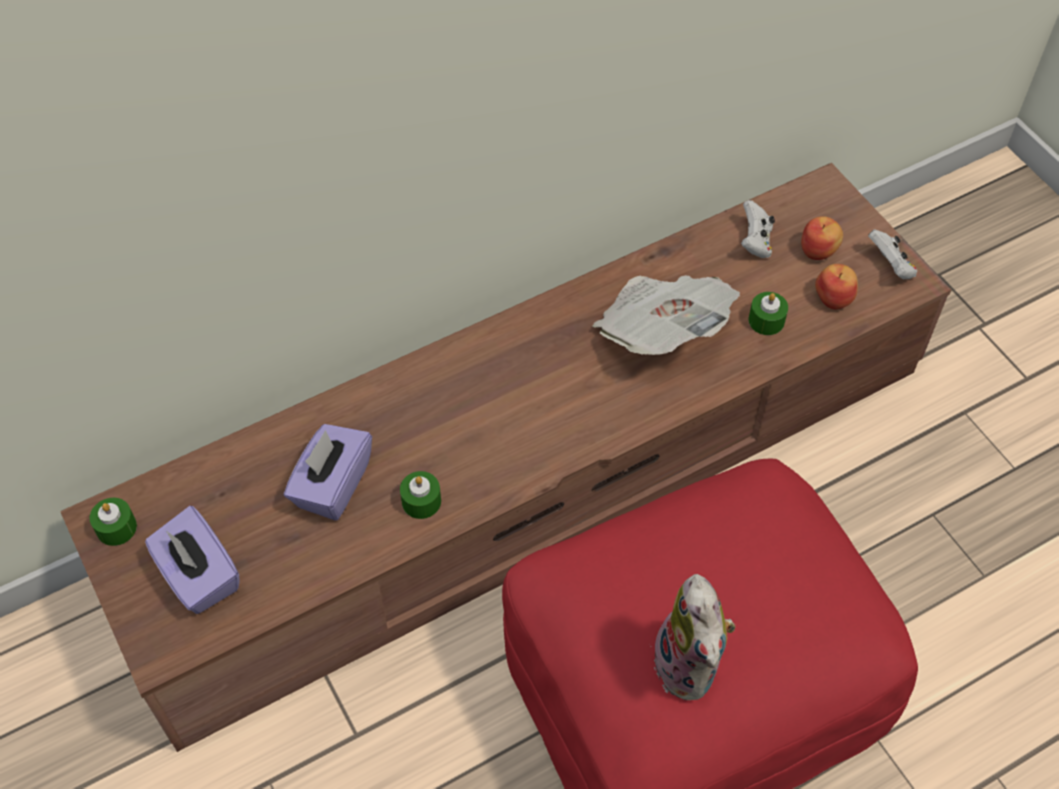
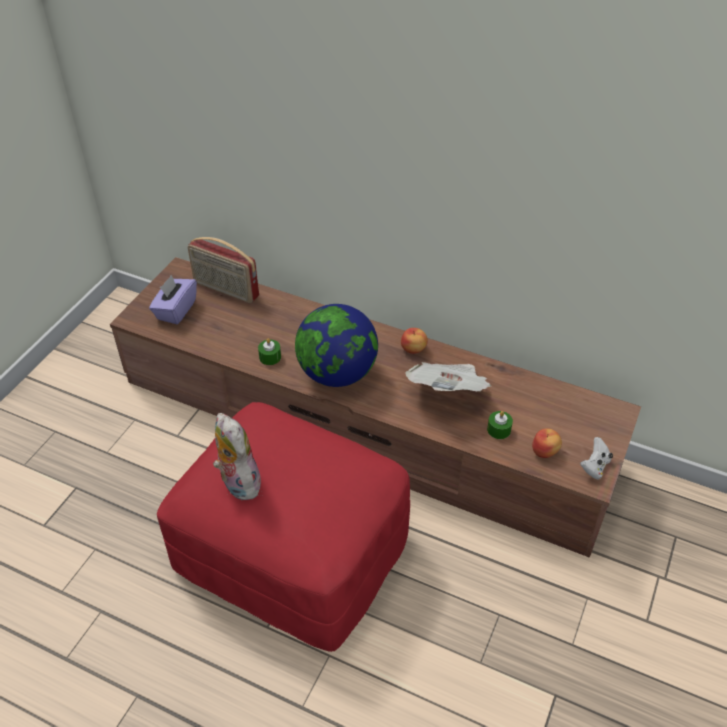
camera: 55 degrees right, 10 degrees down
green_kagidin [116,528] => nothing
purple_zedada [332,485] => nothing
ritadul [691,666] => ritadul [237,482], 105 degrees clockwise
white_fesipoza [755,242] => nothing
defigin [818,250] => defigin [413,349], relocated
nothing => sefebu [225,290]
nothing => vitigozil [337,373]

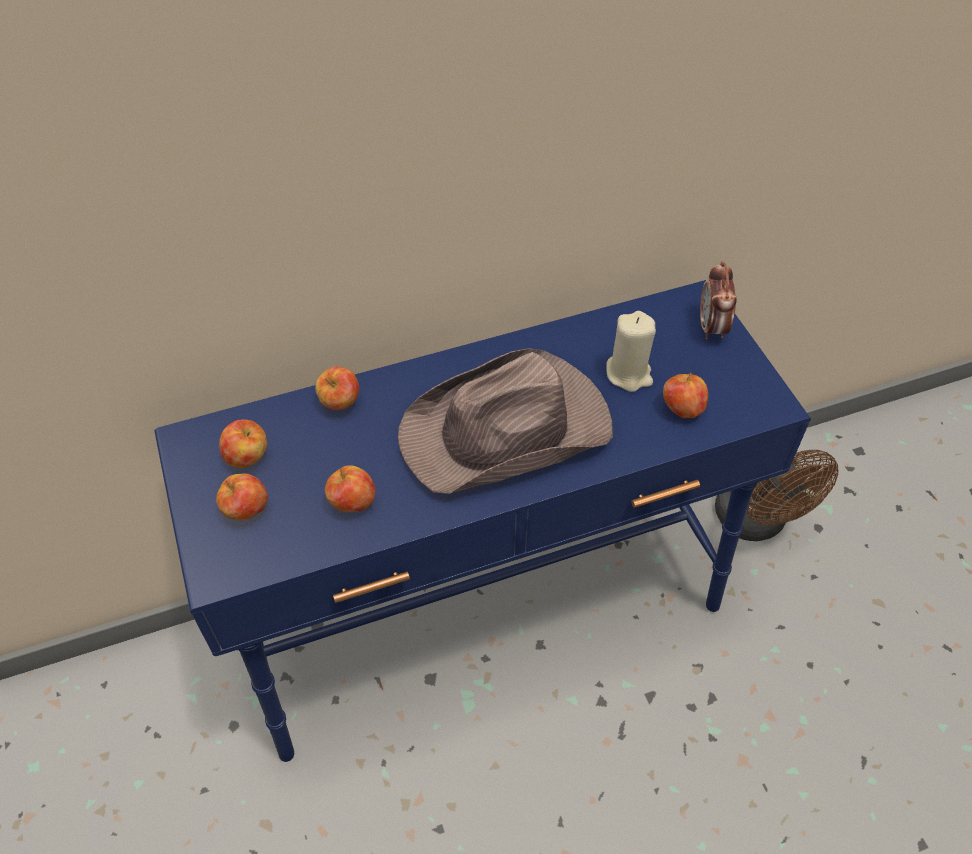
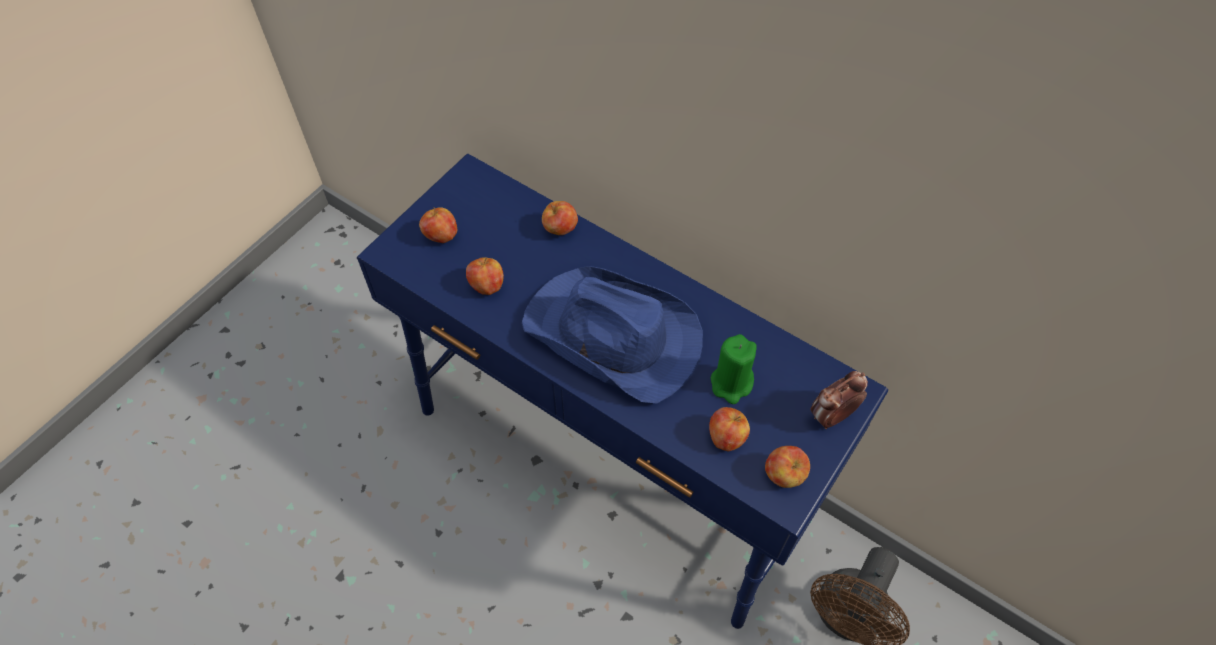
camera: 55 degrees right, 5 degrees up
defigin [247,457] => defigin [784,475], relocated
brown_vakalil [508,431] => blue_vakalil [613,337]
beige_kagidin [629,374] => green_kagidin [731,383]

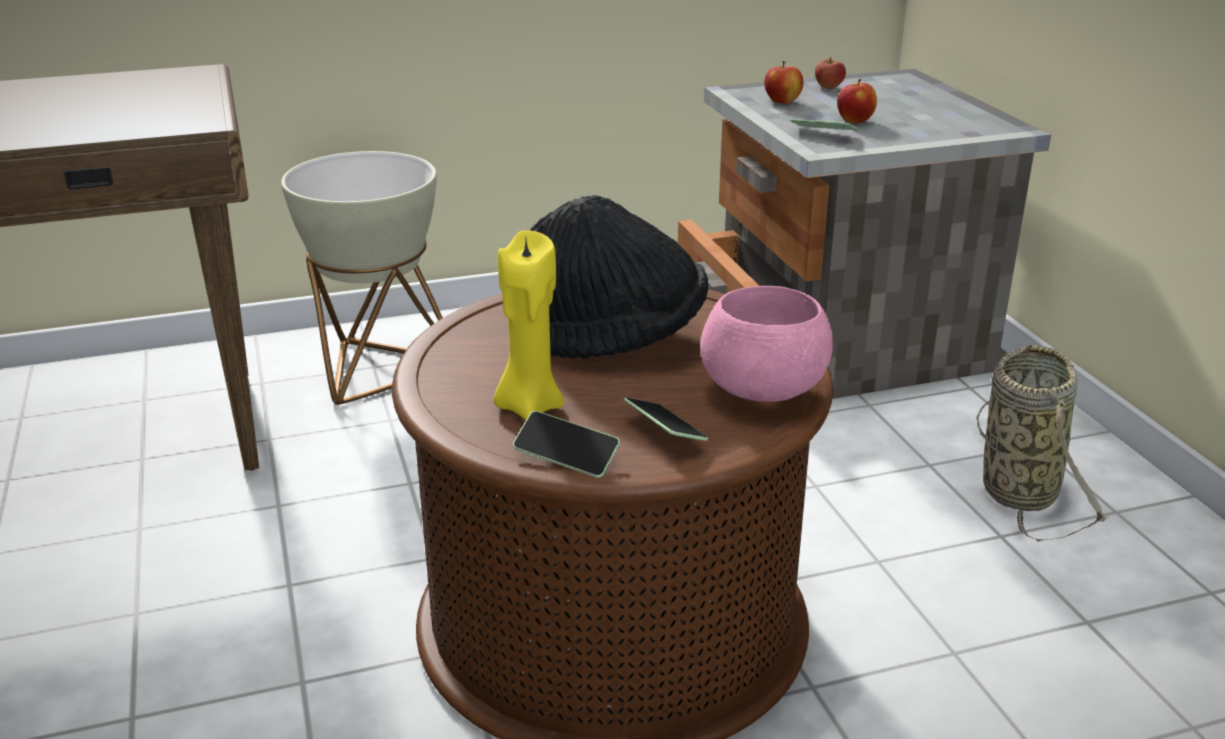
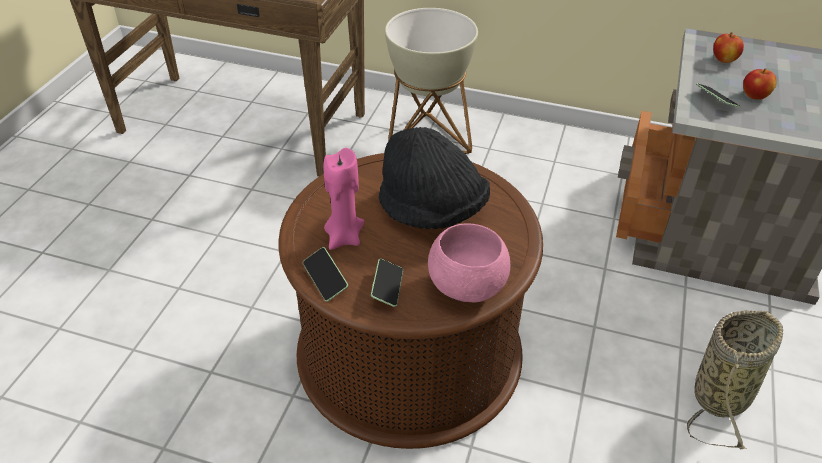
camera: 35 degrees right, 15 degrees up
yellow_kagidin [529,406] => pink_kagidin [344,237]
defigin [828,87] => nothing

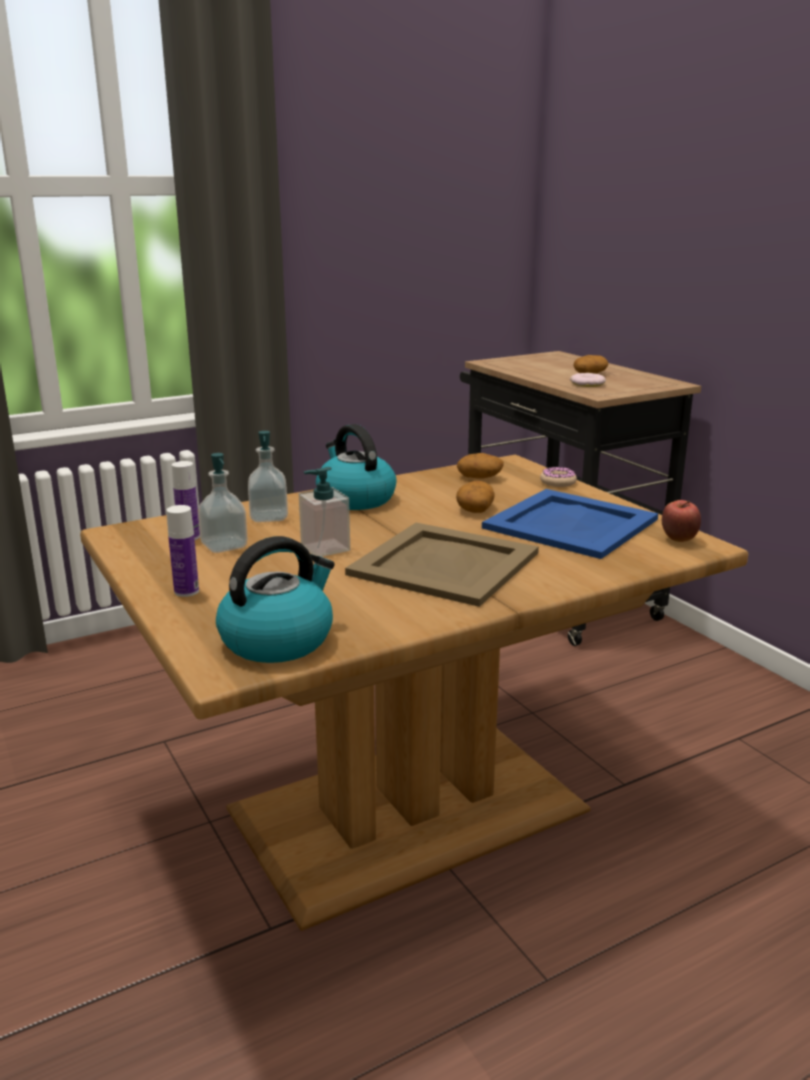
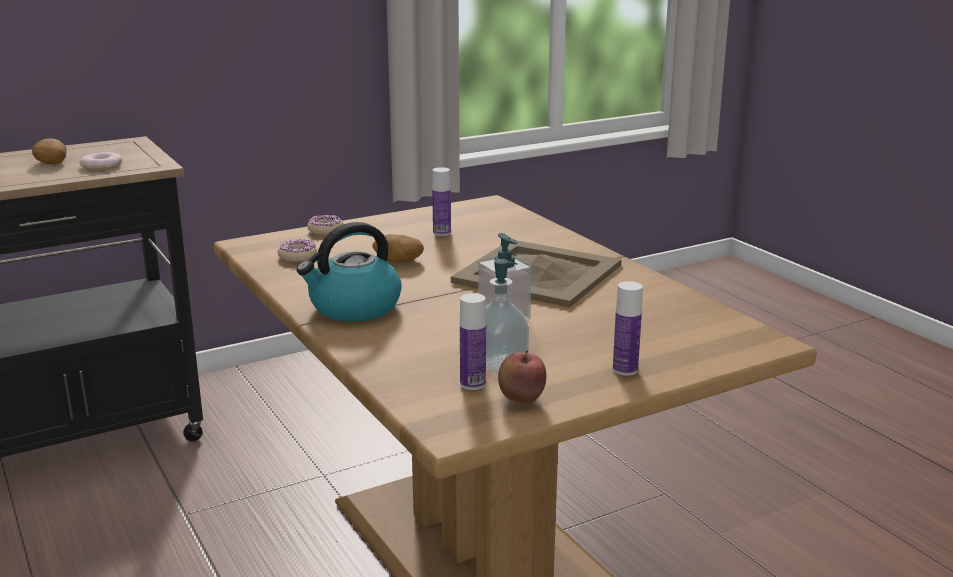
camera: 90 degrees left, 0 degrees up
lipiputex [278,640] => nothing
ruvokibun [269,517] => nothing
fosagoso [480,477] => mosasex [297,256]
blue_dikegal [569,524] => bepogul [442,233]
defigin [678,540] => defigin [521,401], relocated

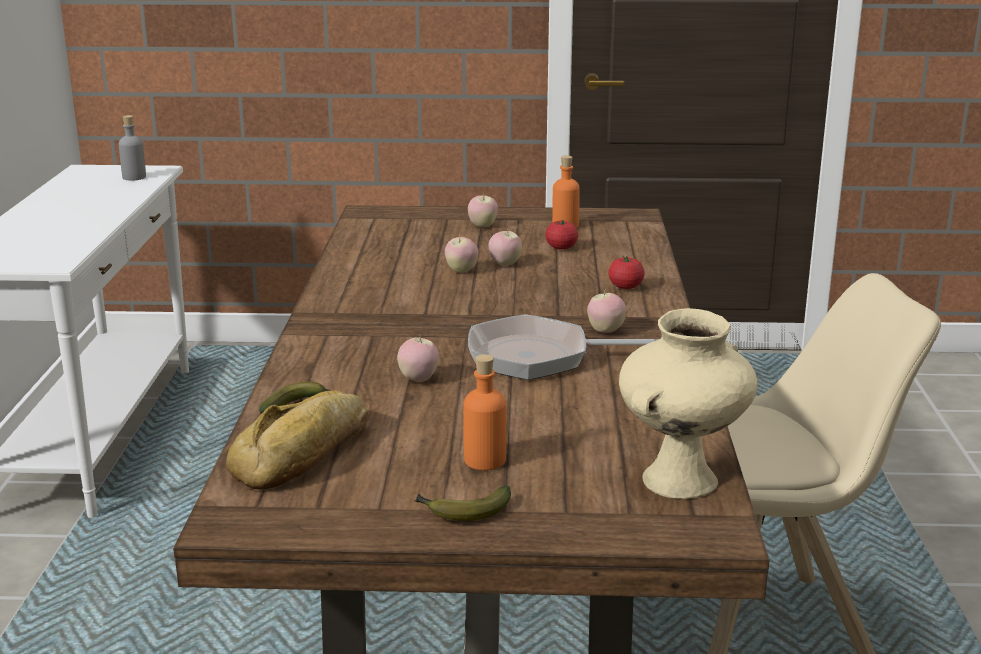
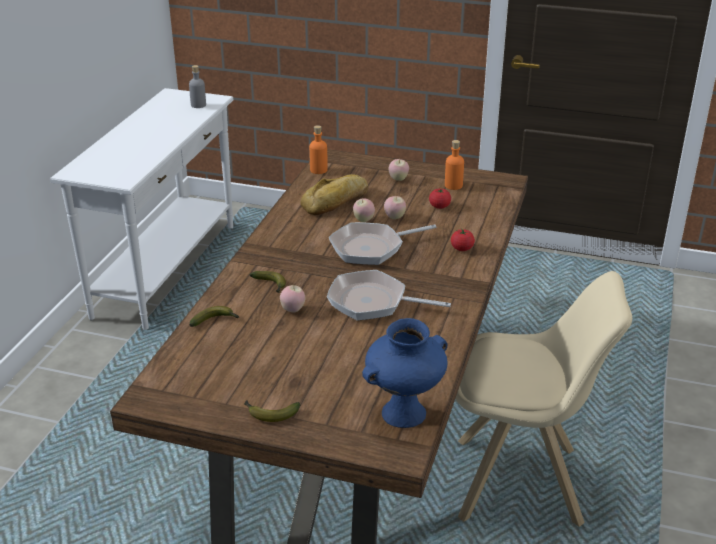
camera: 15 degrees right, 10 degrees up
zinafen [306,453] => zinafen [337,201], relocated
orange_bepogul [484,460] => orange_bepogul [318,170], relocated
defigin [605,331] => nothing
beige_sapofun [680,482] => blue_sapofun [403,414]
nothing => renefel [271,285]
nothing => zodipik [371,248]

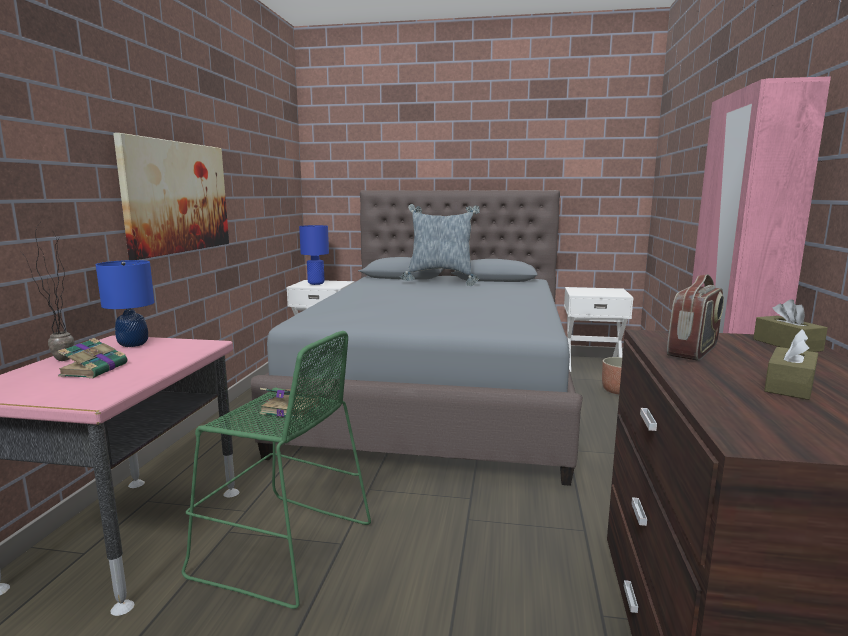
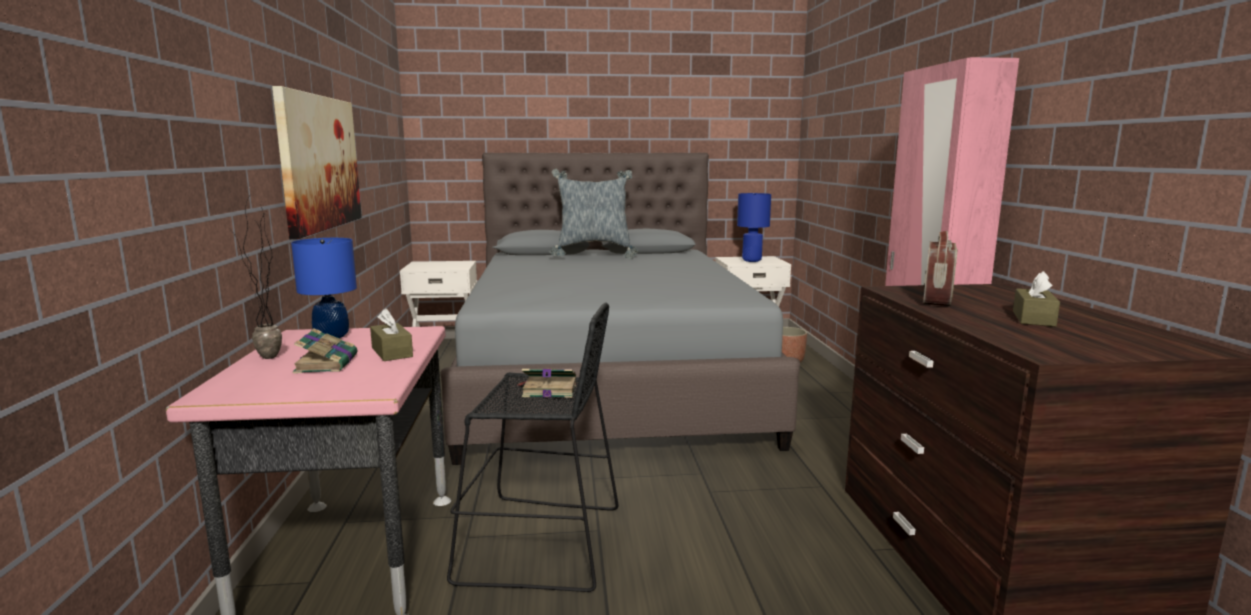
camera: 15 degrees left, 0 degrees up
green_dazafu [282,547] => black_dazafu [538,543]
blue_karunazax [316,284] => blue_karunazax [751,261], relocated
brown_zedada [787,345] => brown_zedada [392,352], relocated

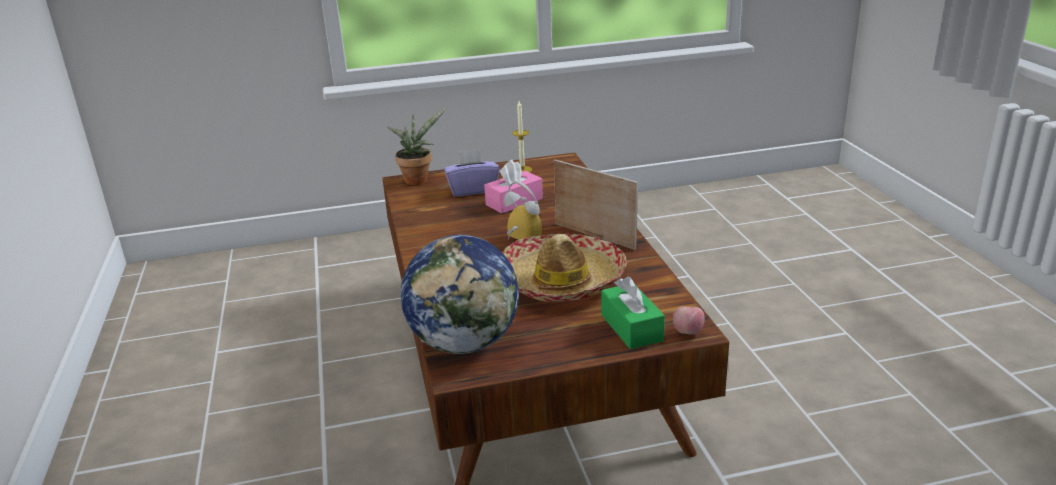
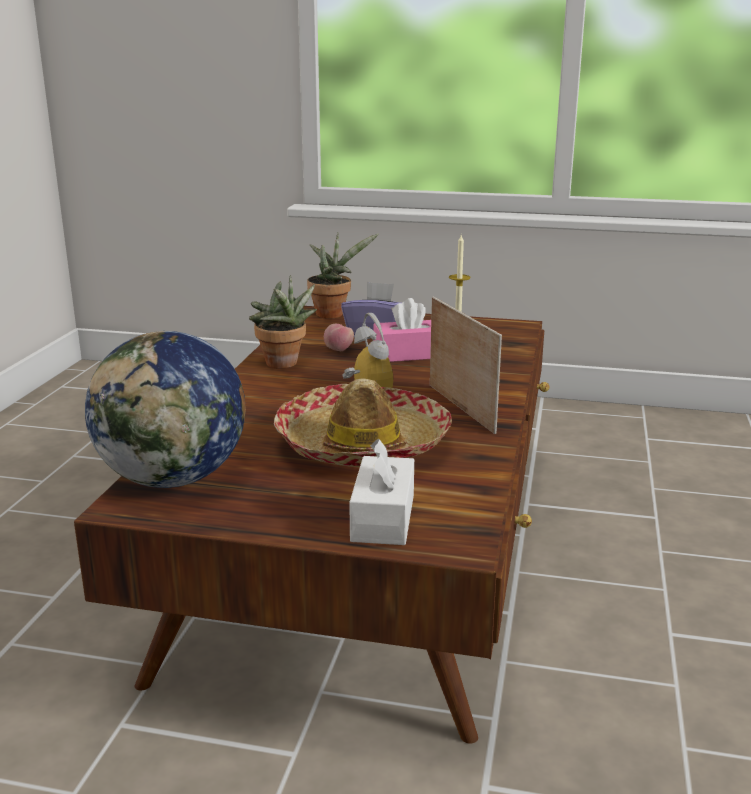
camera: 25 degrees right, 5 degrees down
green_zedada [631,328] => white_zedada [383,518]
defigin [688,332] => defigin [338,350], relocated
nothing => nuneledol [284,365]

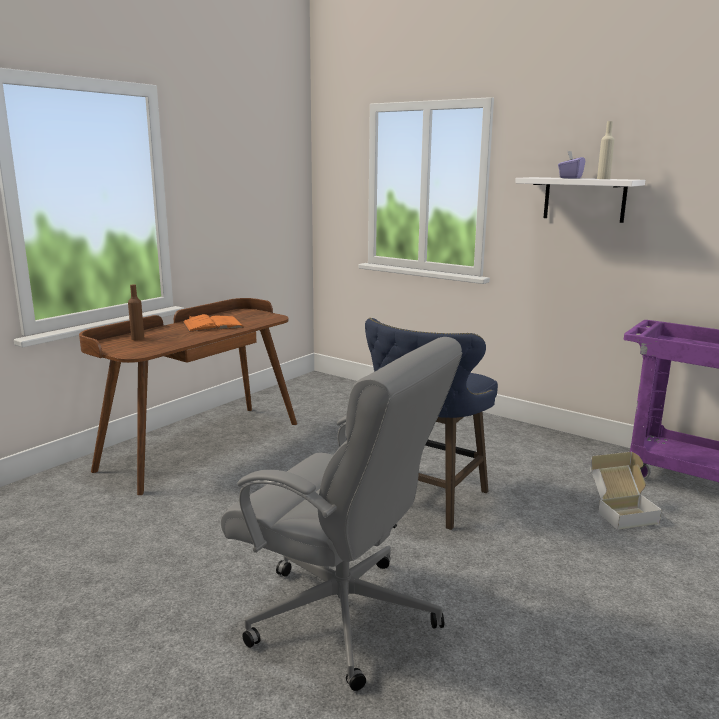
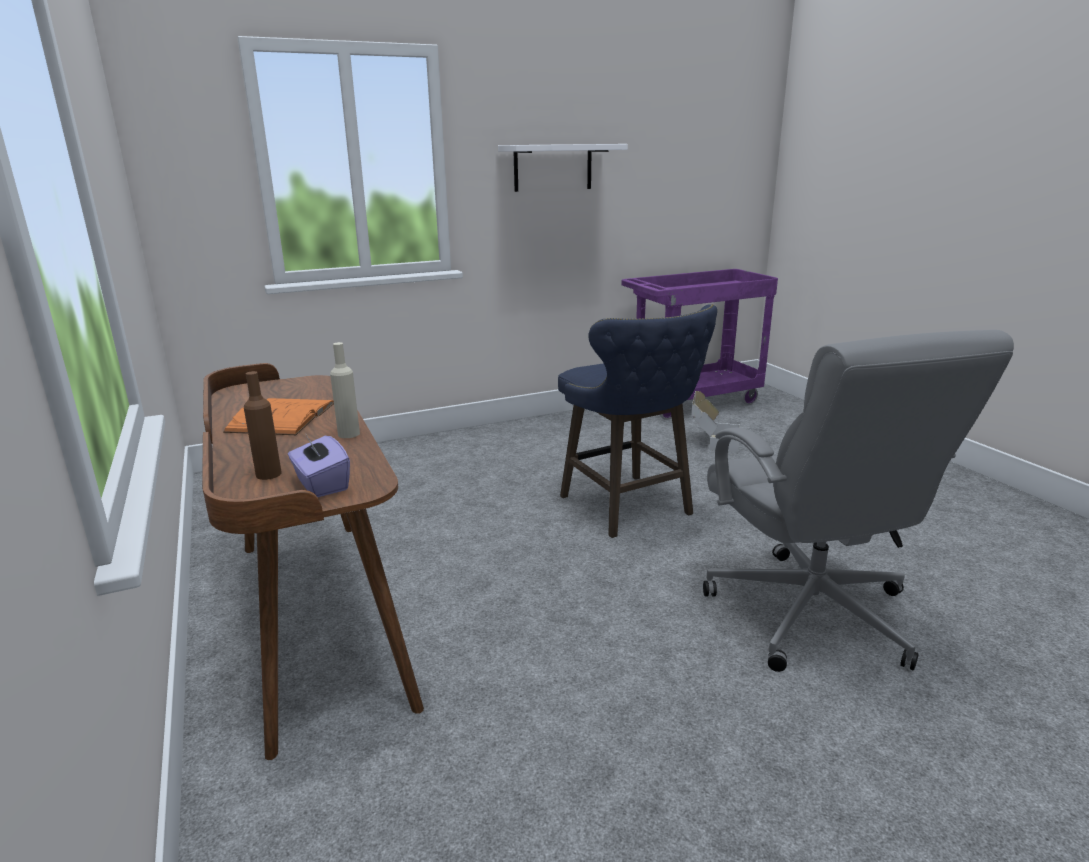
camera: 60 degrees left, 5 degrees up
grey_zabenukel [341,614] => grey_zabenukel [810,611], 105 degrees clockwise
purple_zedada [570,178] => purple_zedada [321,484], relocated
beige_bepogul [603,179] => beige_bepogul [349,434], relocated

